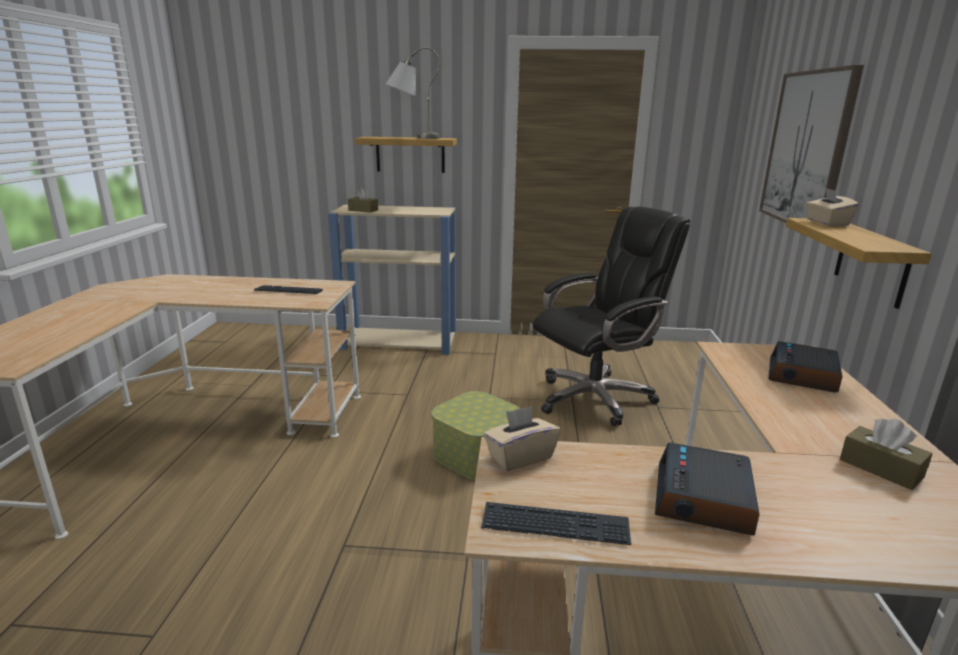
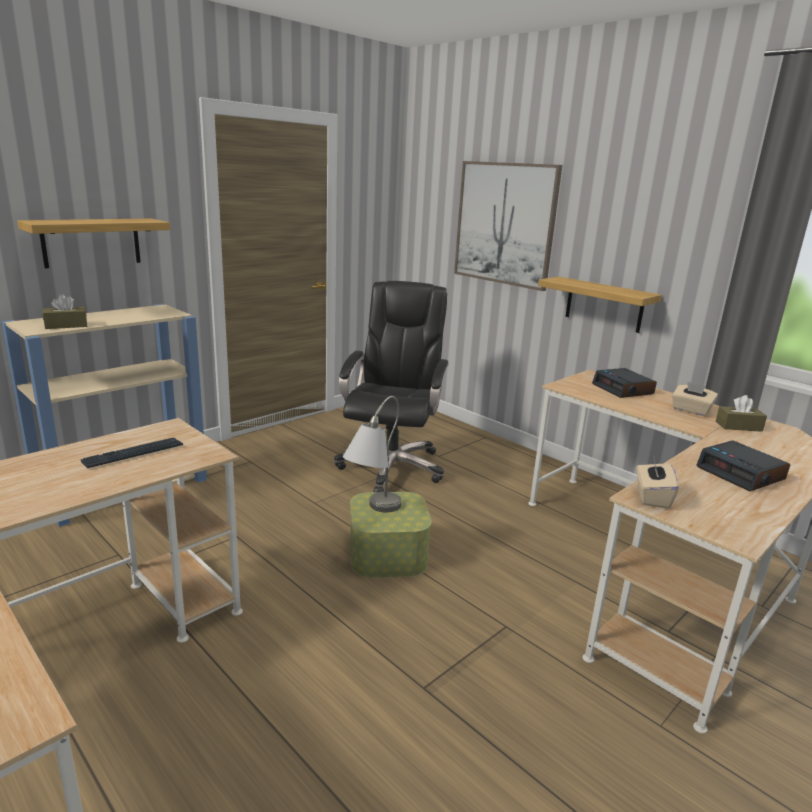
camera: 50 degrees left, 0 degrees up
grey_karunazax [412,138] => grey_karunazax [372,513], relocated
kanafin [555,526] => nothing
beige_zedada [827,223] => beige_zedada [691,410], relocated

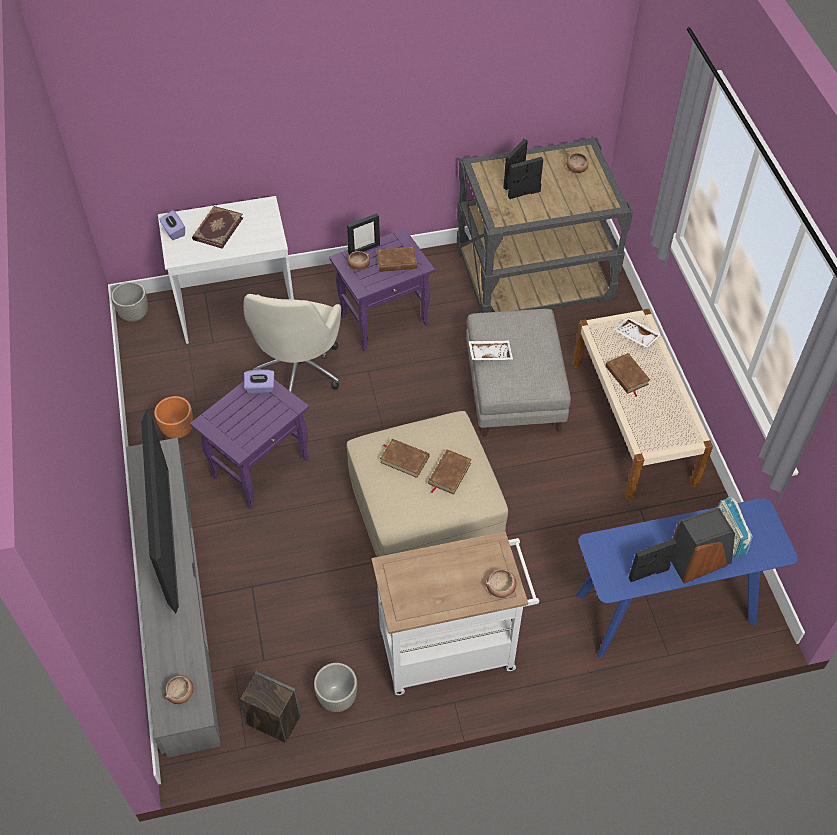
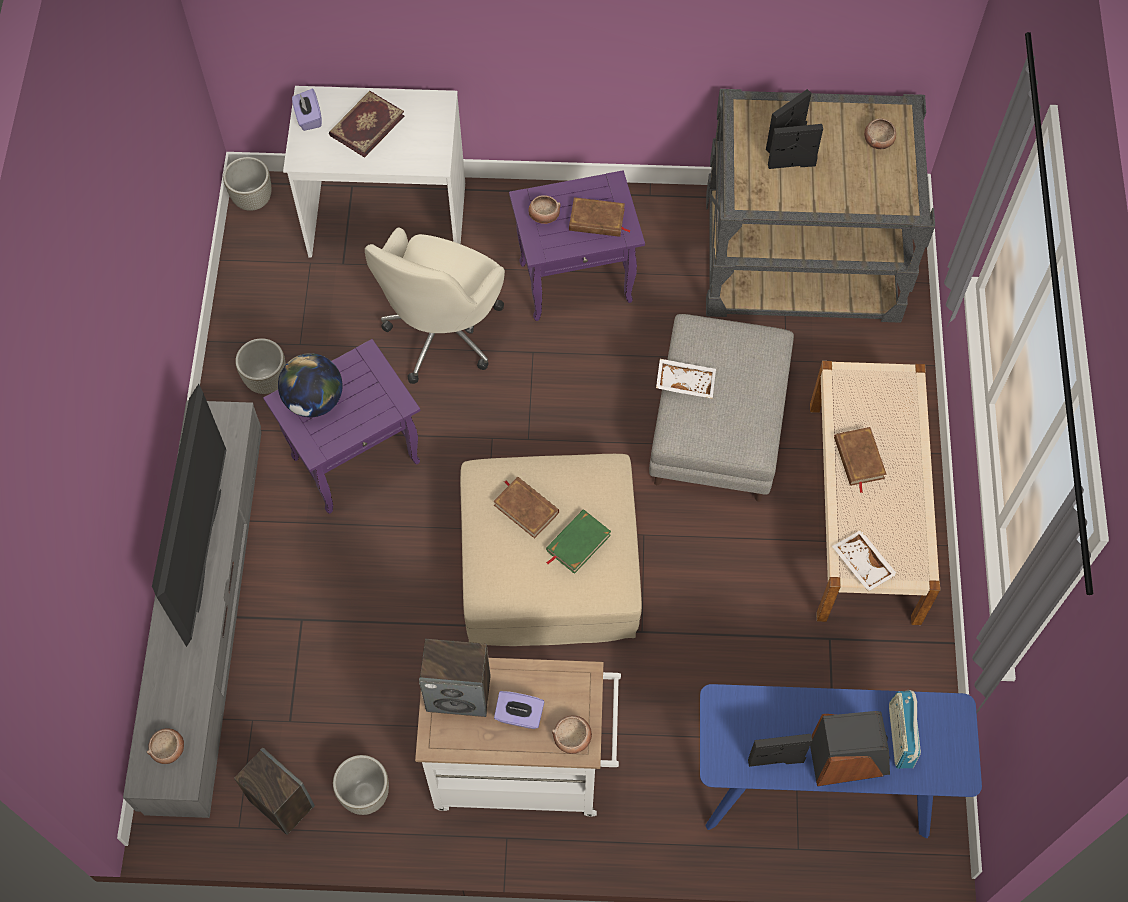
camera: 15 degrees right, 10 degrees up
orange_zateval [178,430] => grey_zateval [266,380]
purple_zedada [260,388] => purple_zedada [519,716], relocated
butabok [364,249] => nothing
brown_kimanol [449,473] => green_kimanol [578,543]
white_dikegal [636,337] => white_dikegal [861,564], relocated
nothing => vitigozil [314,400]
nothing => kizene [459,693]

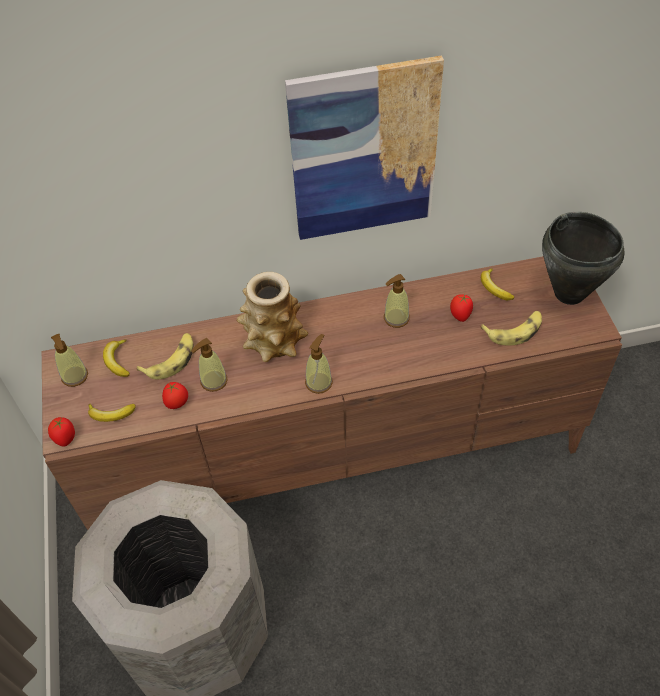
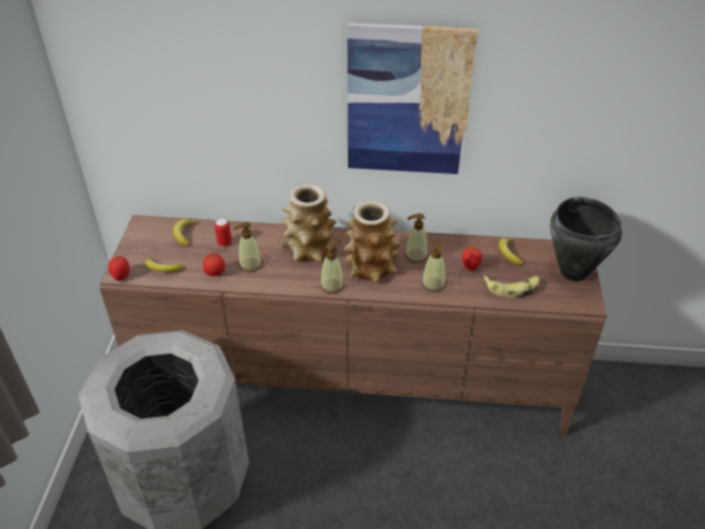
camera: 15 degrees right, 10 degrees down
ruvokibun [75,376] => ruvokibun [433,284], relocated
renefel [171,360] => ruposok [224,243]
nothing => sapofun [371,267]

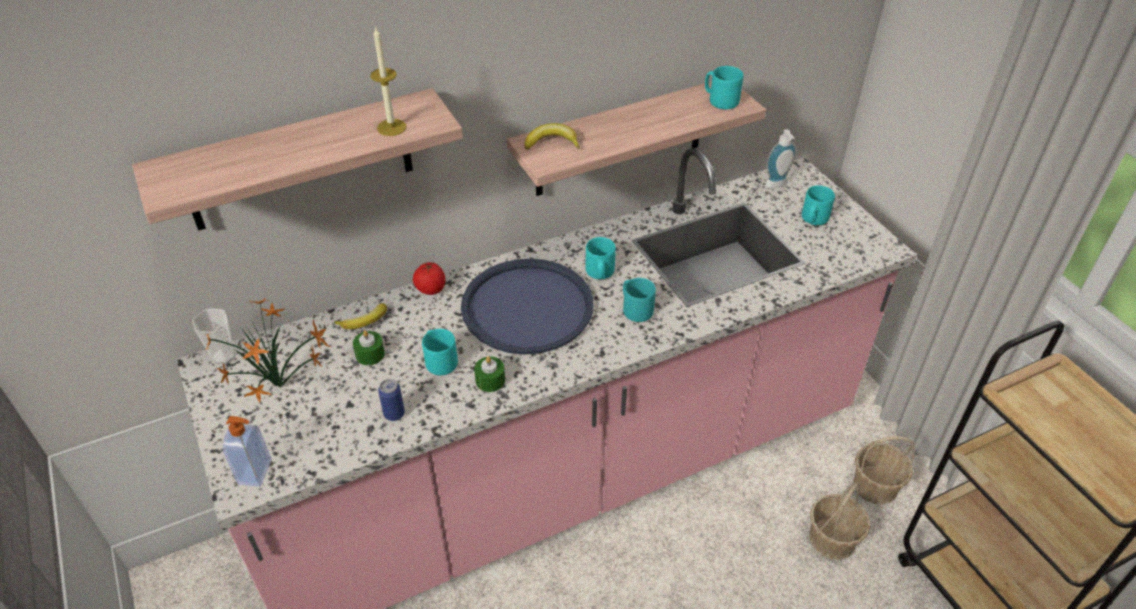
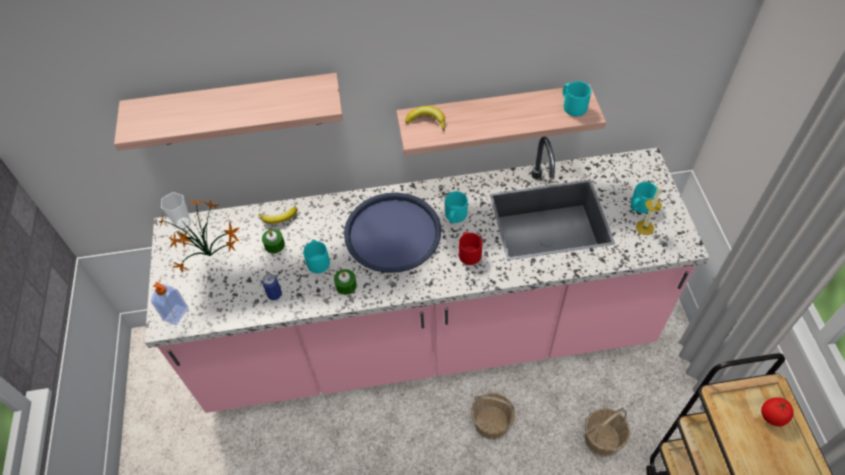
camera: 20 degrees right, 10 degrees up
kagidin [391,127] => kagidin [645,227], relocated
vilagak [430,290] => vilagak [771,417], relocated
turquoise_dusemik [635,309] => red_dusemik [469,253]
ruvokibun [777,185] => nothing
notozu [875,485] => notozu [492,423], relocated

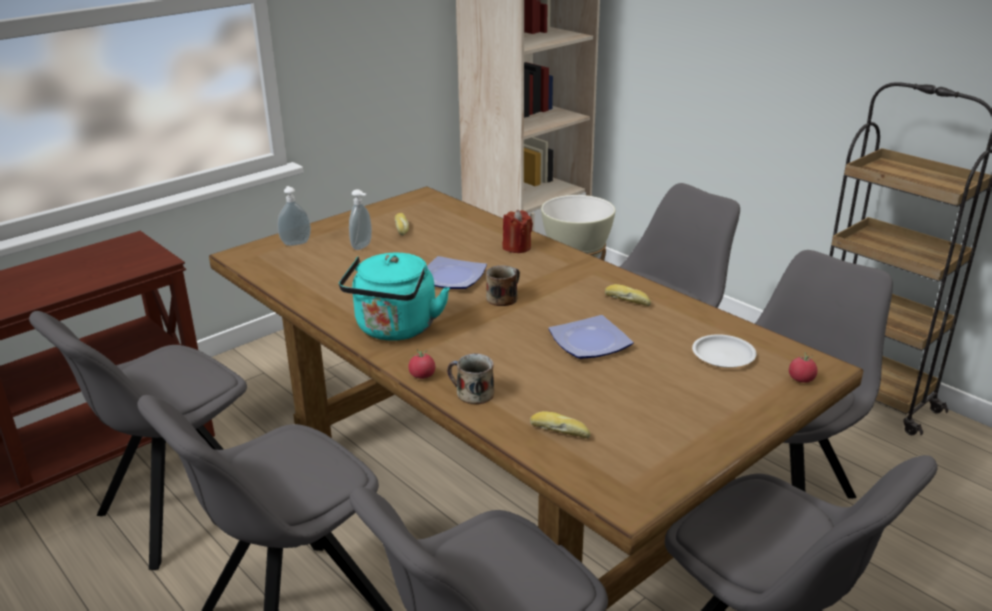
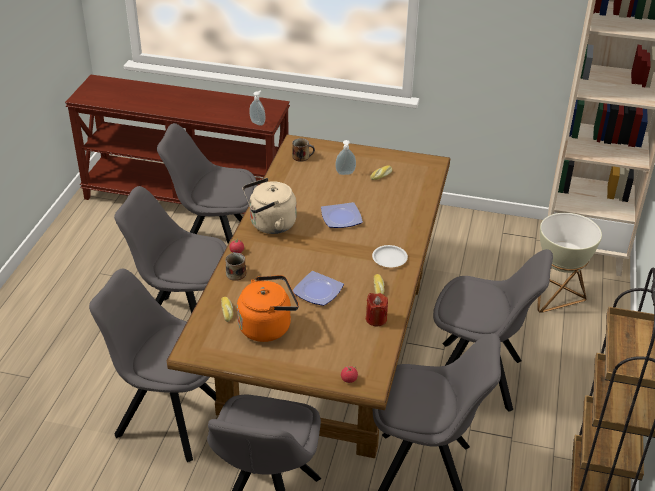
camera: 55 degrees right, 10 degrees up
ruvokibun [295,243] => ruvokibun [258,123], relocated
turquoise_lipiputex [395,330] => beige_lipiputex [270,225]
dusemik [503,298] => dusemik [302,156], relocated
red_kagidin [517,247] => red_kagidin [376,319], relocated
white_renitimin [723,355] => white_renitimin [389,258], relocated
nothing => orange_lipiputex [268,326]

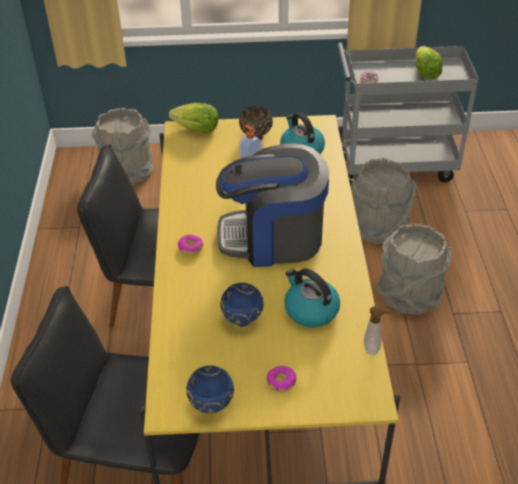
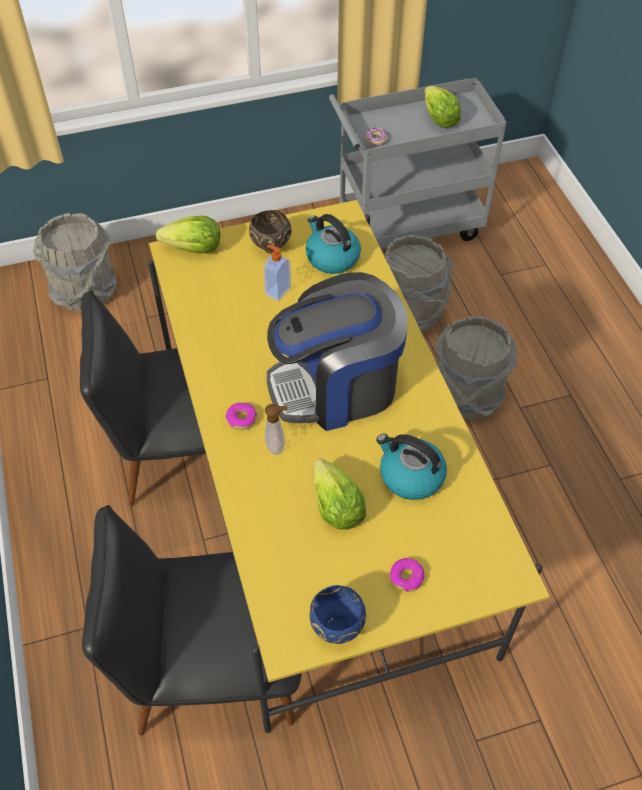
camera: 15 degrees left, 10 degrees up
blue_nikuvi [242,321] => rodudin [336,508]
ruvokibun [373,348] => ruvokibun [277,446], relocated

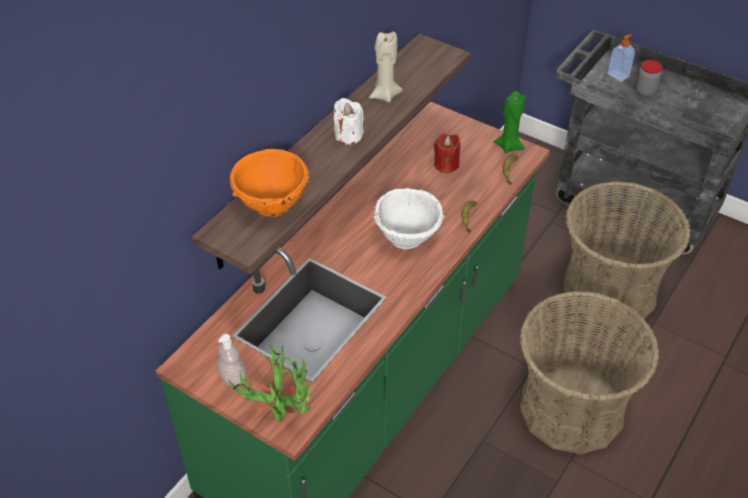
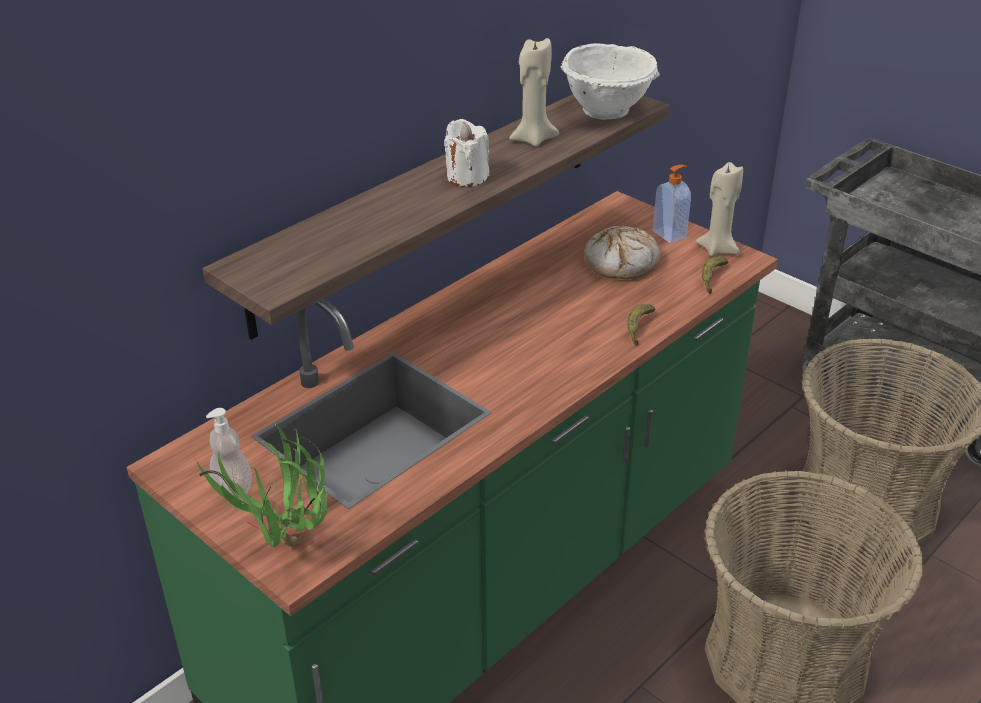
camera: 10 degrees right, 10 degrees down
orange_nikuvi [272,205] => nothing
white_nikuvi [408,237] => white_nikuvi [607,110], relocated
red_kagidin [446,165] => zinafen [621,262]
green_kagidin [509,146] => beige_kagidin [718,249]
ruvokibun [618,75] => ruvokibun [670,234], relocated
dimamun [645,91] => nothing

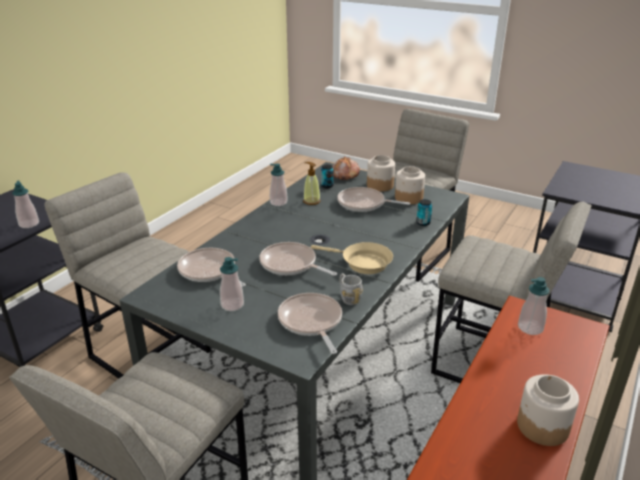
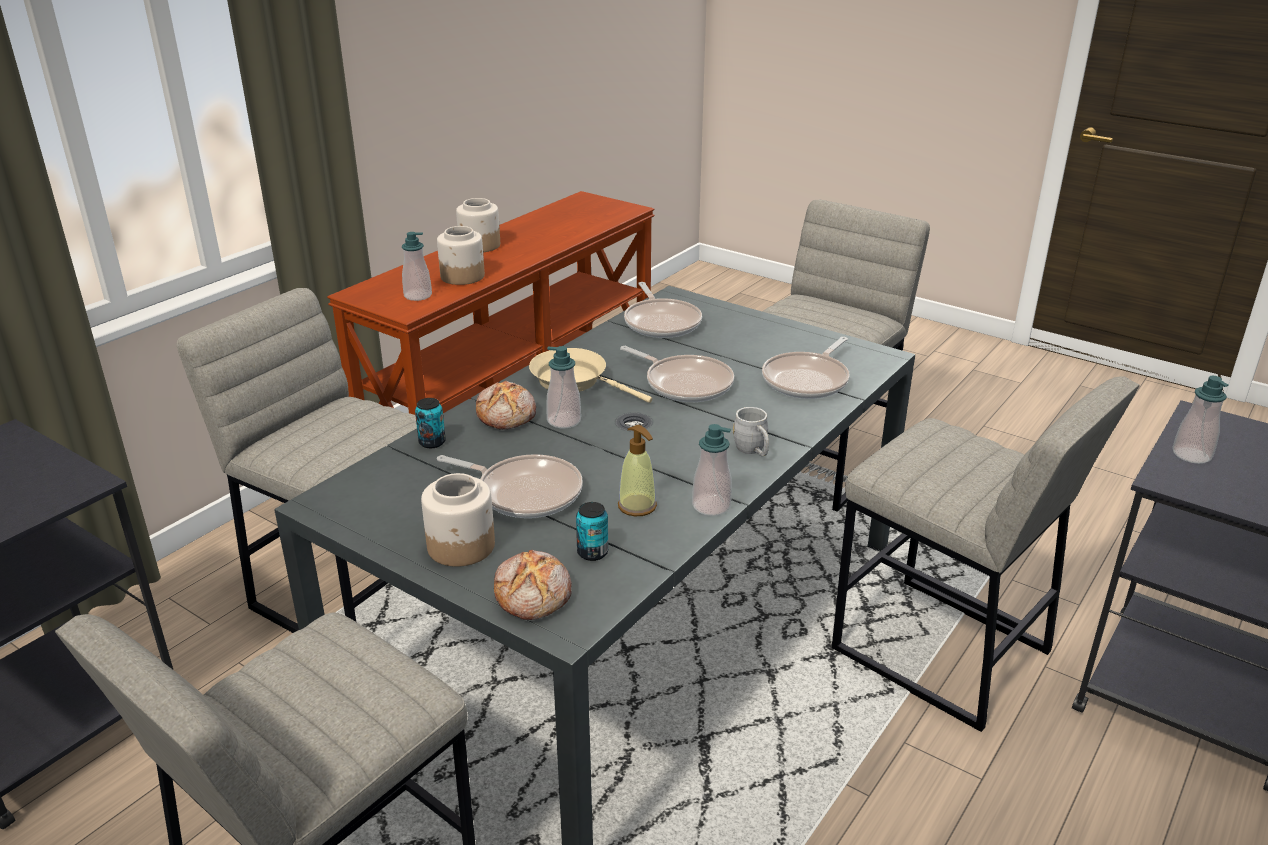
camera: 175 degrees left, 0 degrees up
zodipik [209,271] => zodipik [808,380], 75 degrees clockwise
ruvokibun [232,305] => ruvokibun [564,421], relocated
grey_dusemik [348,297] => grey_dusemik [753,451], relocated
dimamun [408,198] => dimamun [463,276], relocated
nothing => zinafen [507,415]

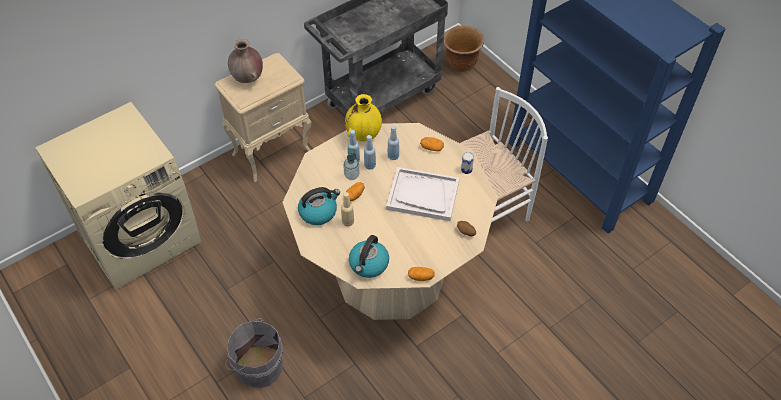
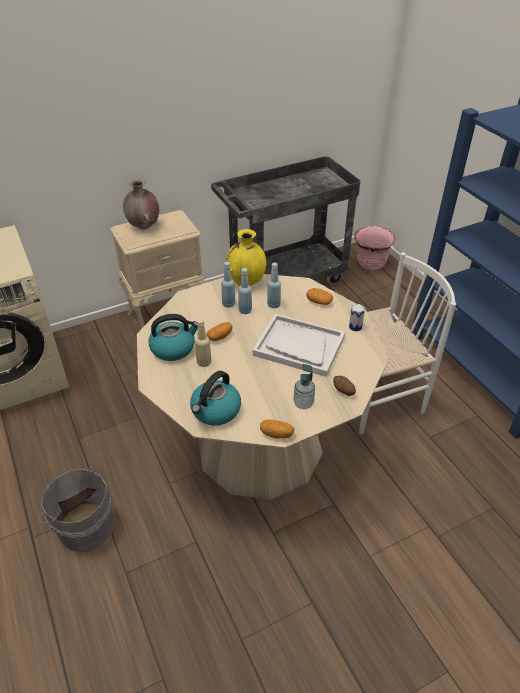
camera: 10 degrees right, 10 degrees down
ruvokibun [351,175] => ruvokibun [303,403], relocated
brown_zateval [461,64] => pink_zateval [370,264]

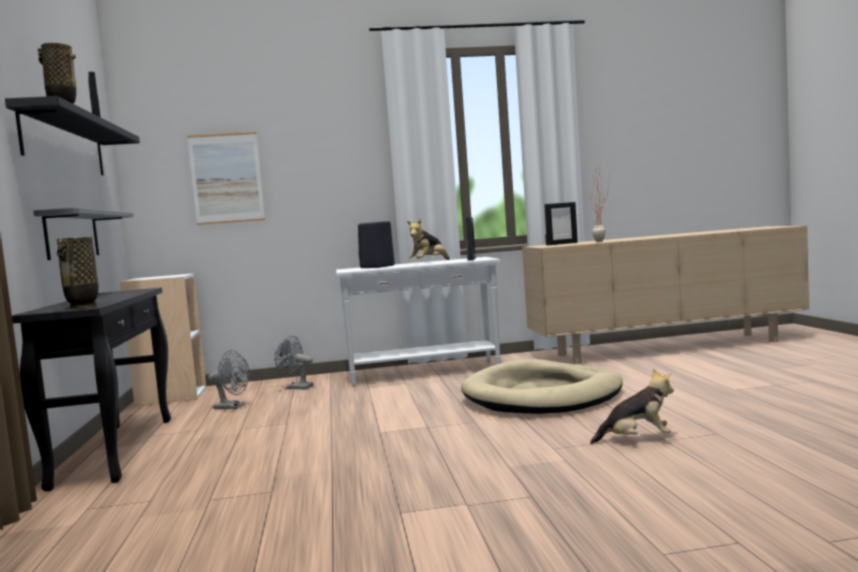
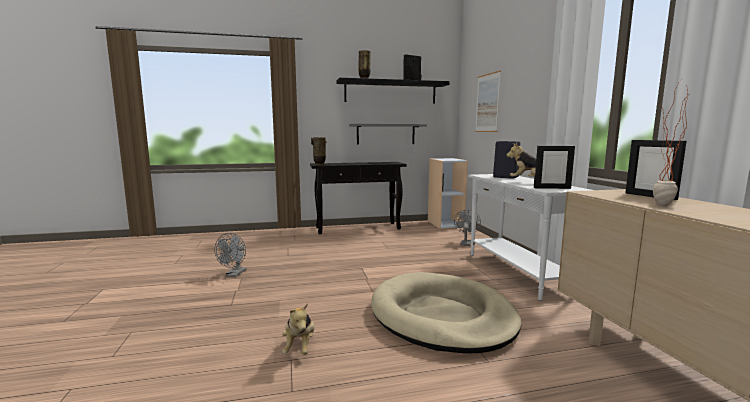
camera: 85 degrees right, 5 degrees up
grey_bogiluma [233,407] => grey_bogiluma [234,274], relocated

